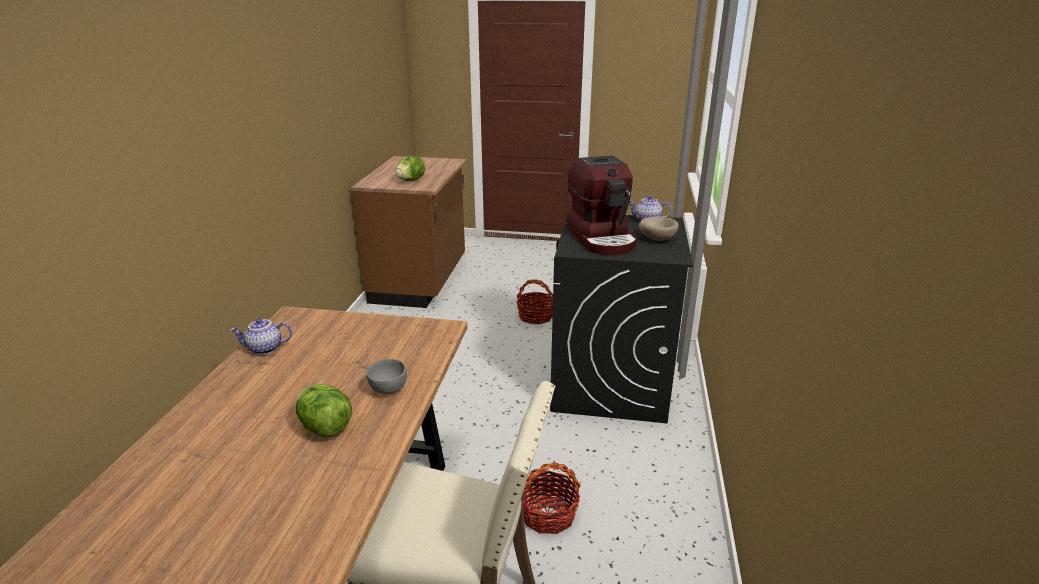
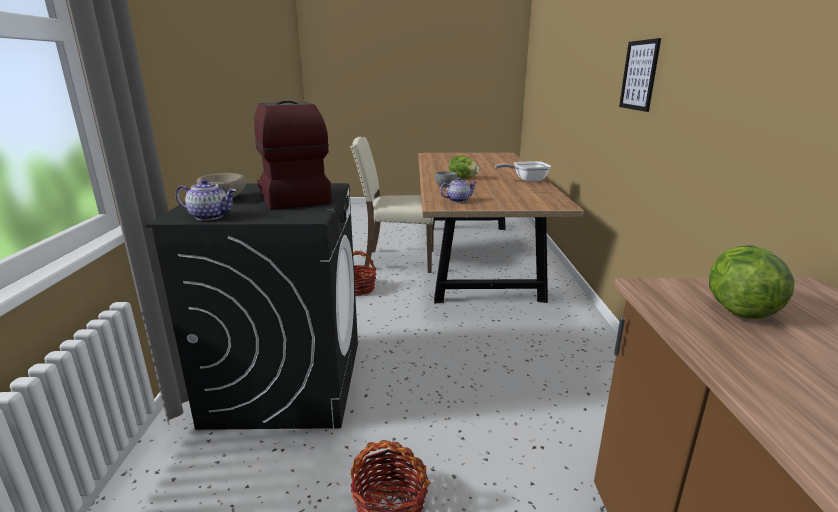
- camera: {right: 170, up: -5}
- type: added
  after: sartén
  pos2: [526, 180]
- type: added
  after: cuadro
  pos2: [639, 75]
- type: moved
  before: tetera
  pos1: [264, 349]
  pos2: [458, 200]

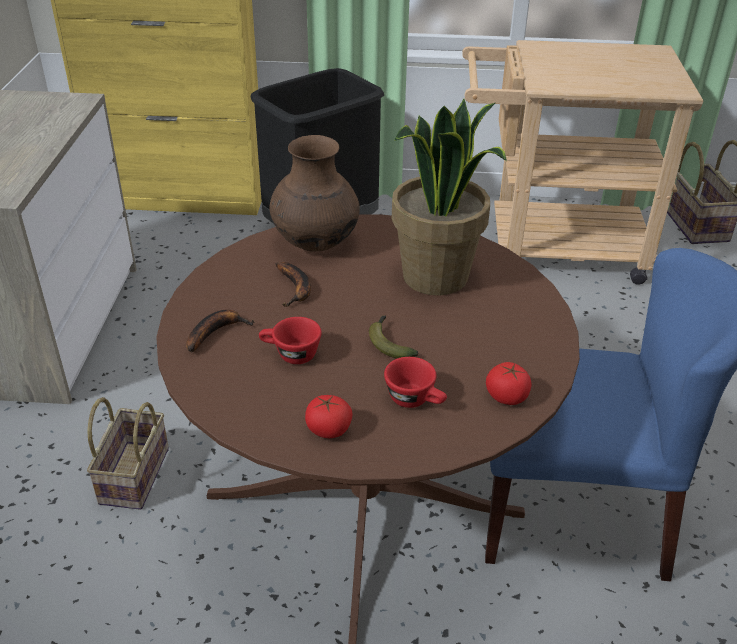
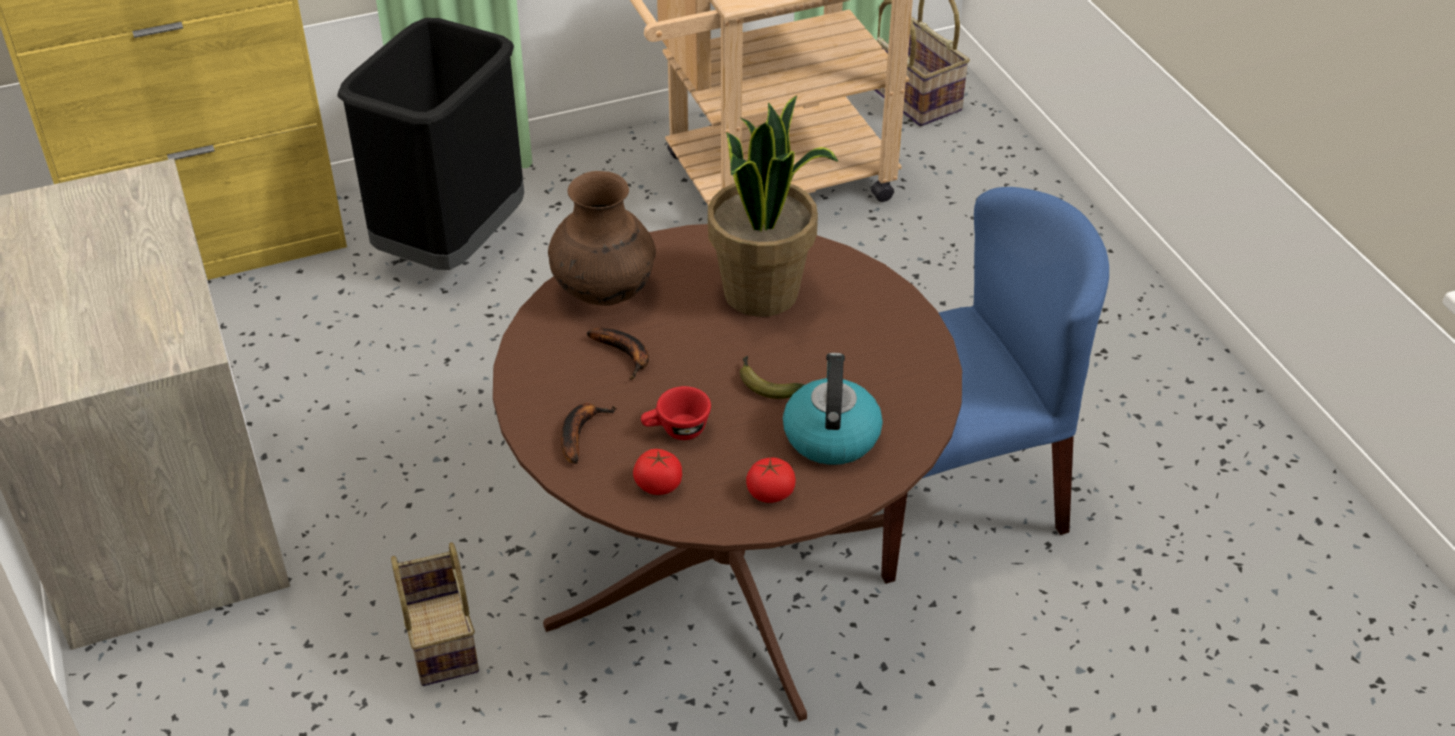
- camera: {right: -25, up: 5}
- type: moved
  before: tomate
  pos1: [507, 396]
  pos2: [658, 485]
- type: replaced
  before: taza [rojo]
  after: hervidor
  pos1: [415, 400]
  pos2: [830, 435]

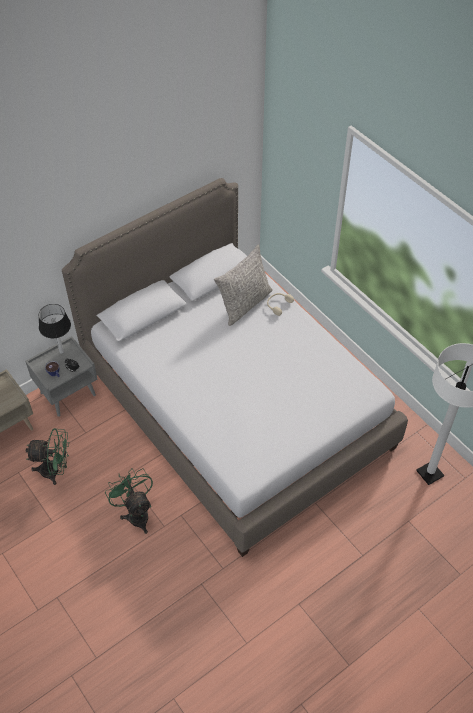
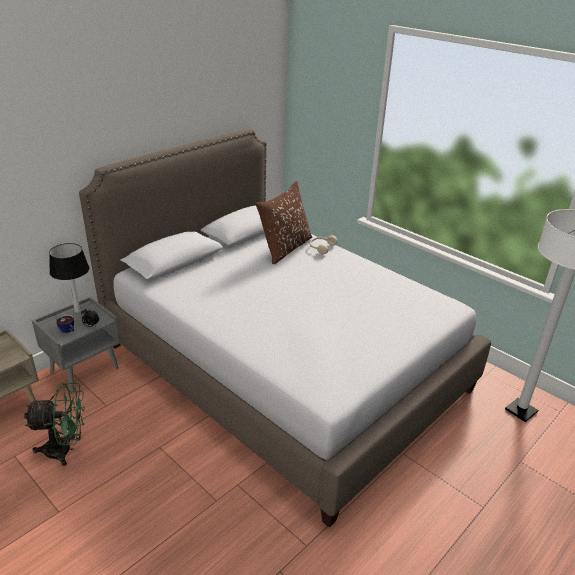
- camera: {right: -10, up: -20}
- type: removed
  before: ventilador [verde]
  pos1: [136, 513]
- type: recoloured
  before: cojín [gris]
  after: cojín [marrón]
  pos1: [244, 304]
  pos2: [285, 248]

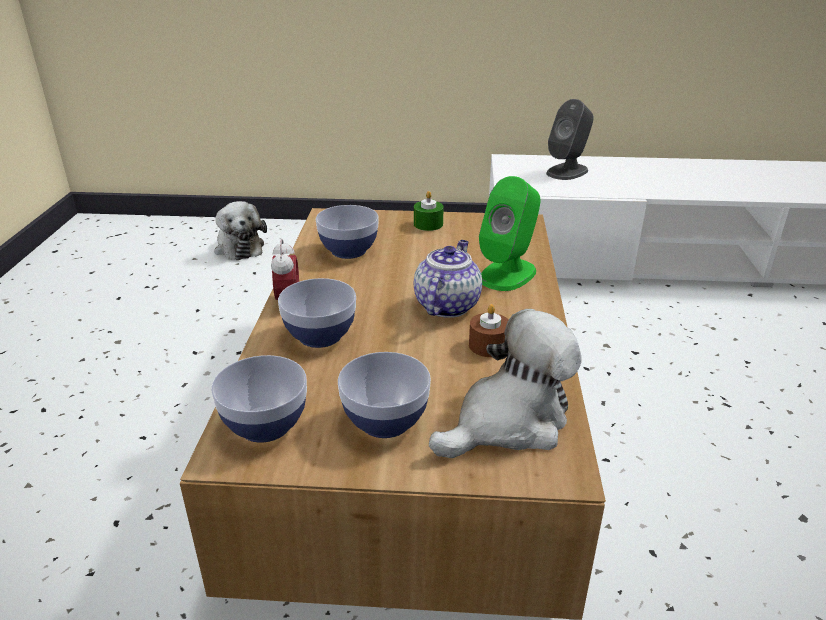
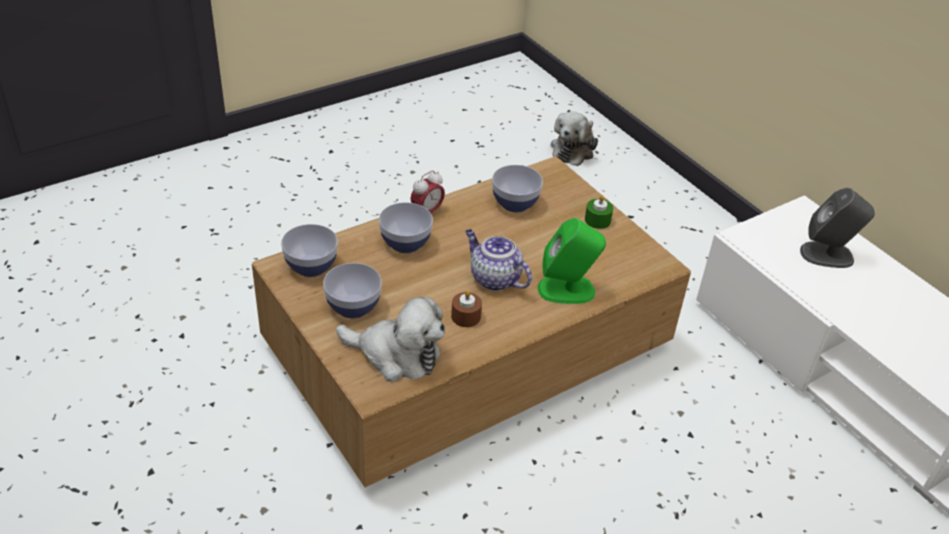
- camera: {right: 50, up: 10}
- type: turned
  before: tetera
  pos1: [446, 305]
  pos2: [494, 278]
  turn: -120

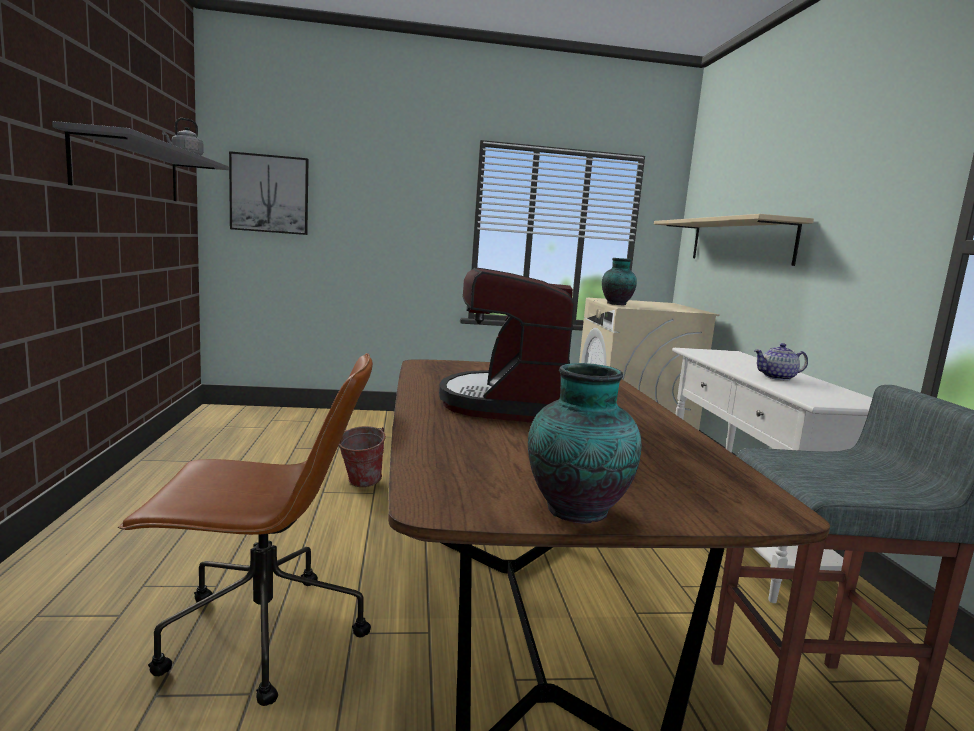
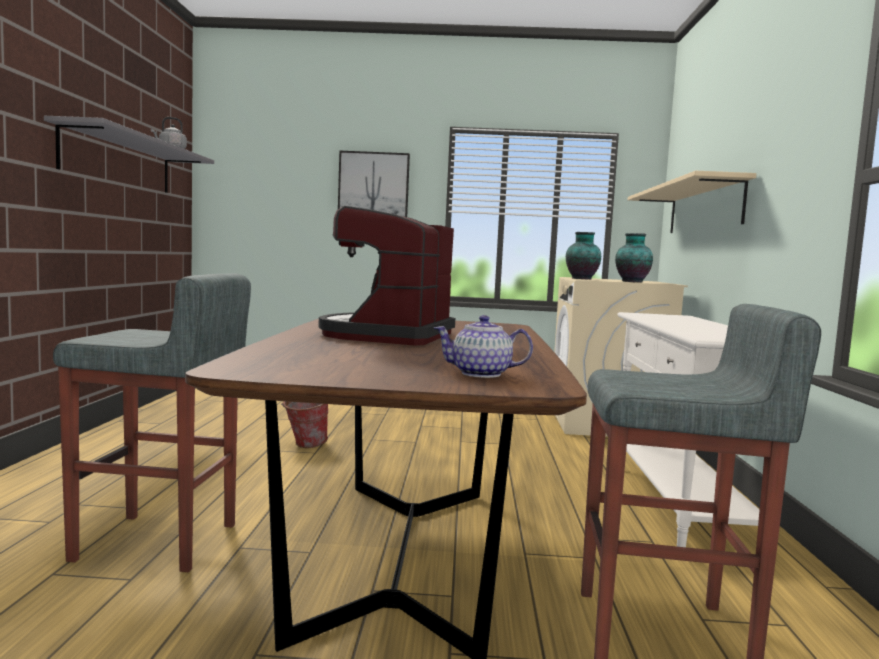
- camera: {right: 10, up: -5}
- type: moved
  before: cuadro
  pos1: [269, 194]
  pos2: [373, 188]
- type: moved
  before: florero
  pos1: [575, 511]
  pos2: [631, 281]
- type: moved
  before: tetera
  pos1: [778, 377]
  pos2: [481, 374]
- type: replaced
  before: silla de oficina [marrón]
  after: taburete [gris]
  pos1: [259, 635]
  pos2: [158, 543]

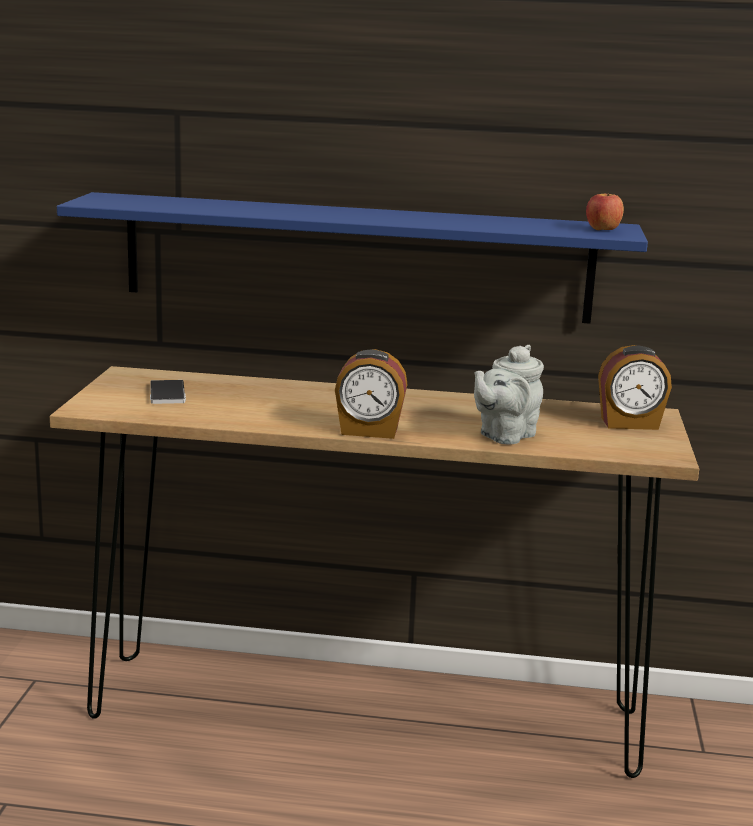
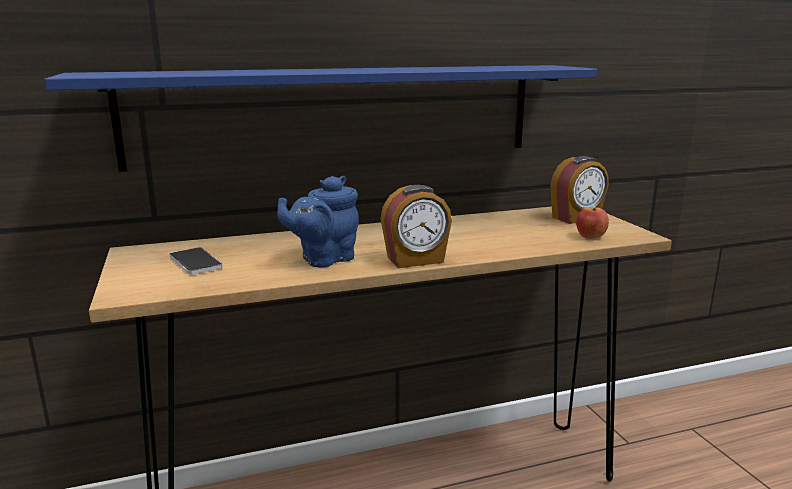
- camera: {right: -25, up: 0}
- type: removed
  before: tetera [gris]
  pos1: [504, 436]
- type: added
  after: tetera [azul]
  pos2: [324, 259]
- type: moved
  before: manzana
  pos1: [602, 229]
  pos2: [590, 237]

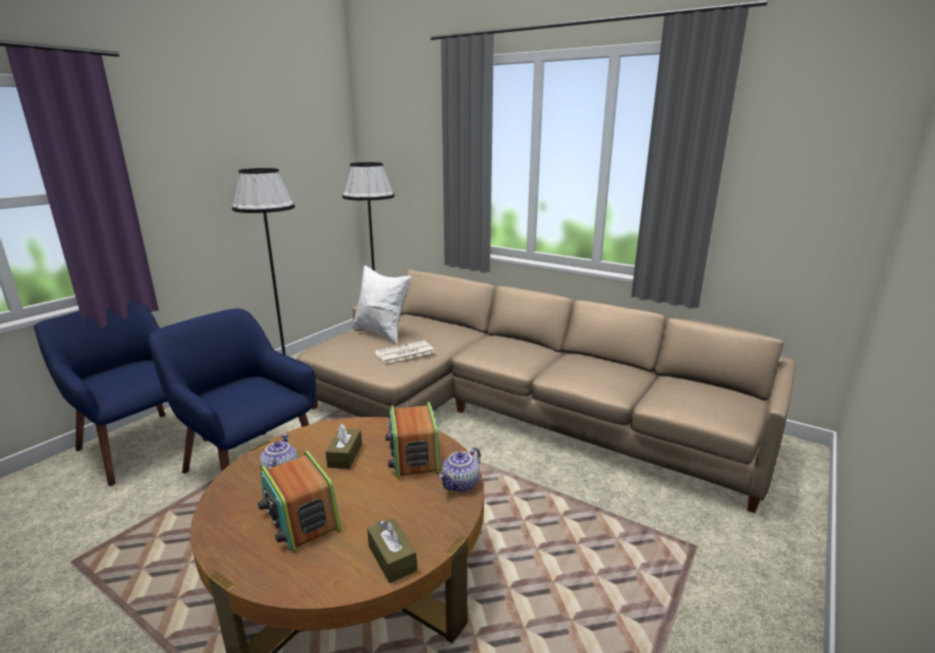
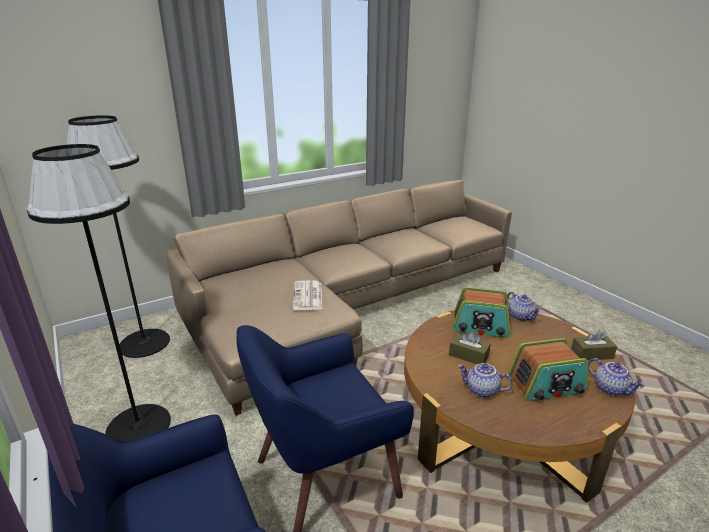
- camera: {right: -65, up: 5}
- type: removed
  before: cojín [blanco]
  pos1: [381, 333]
- type: added
  after: tetera
  pos2: [611, 389]

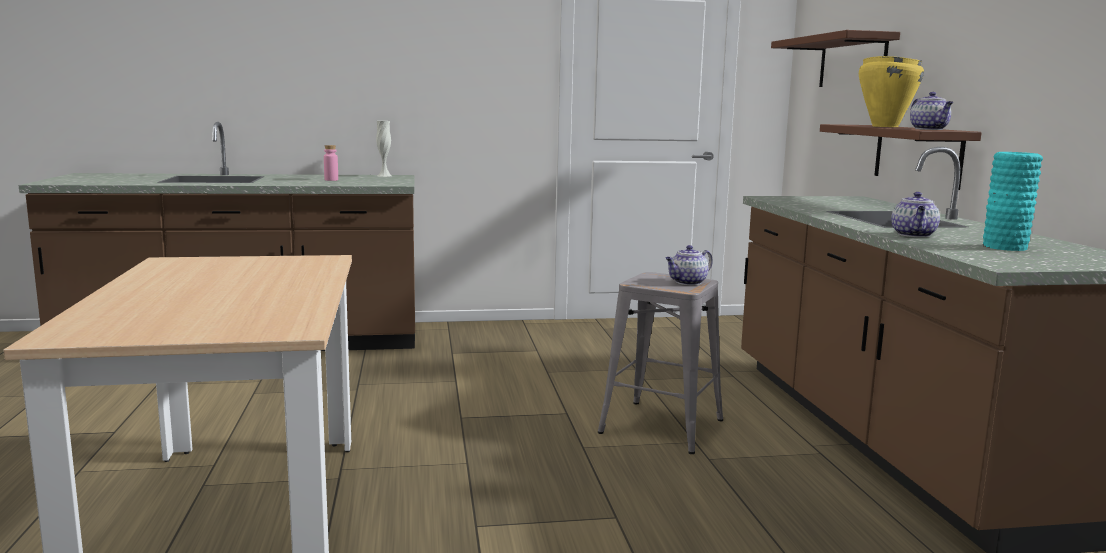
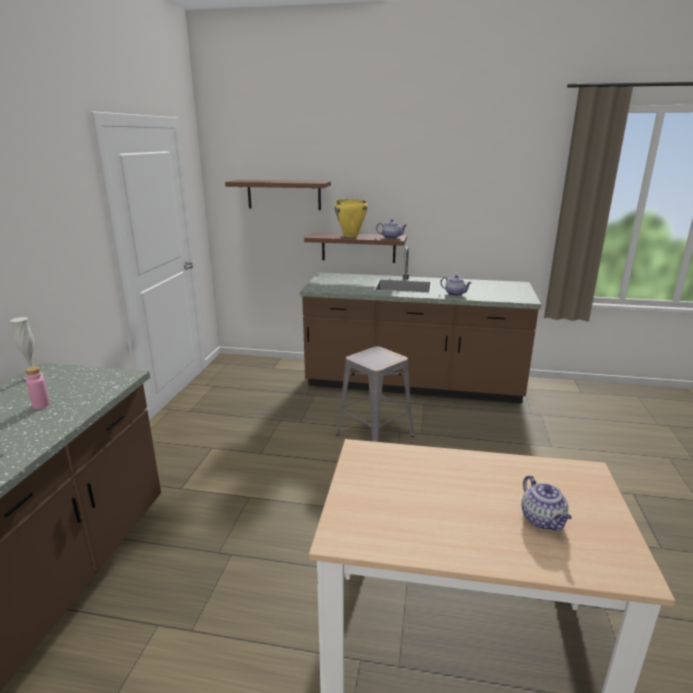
- camera: {right: -70, up: 10}
- type: removed
  before: florero [turquesa]
  pos1: [1005, 247]
- type: moved
  before: tetera
  pos1: [687, 282]
  pos2: [543, 520]

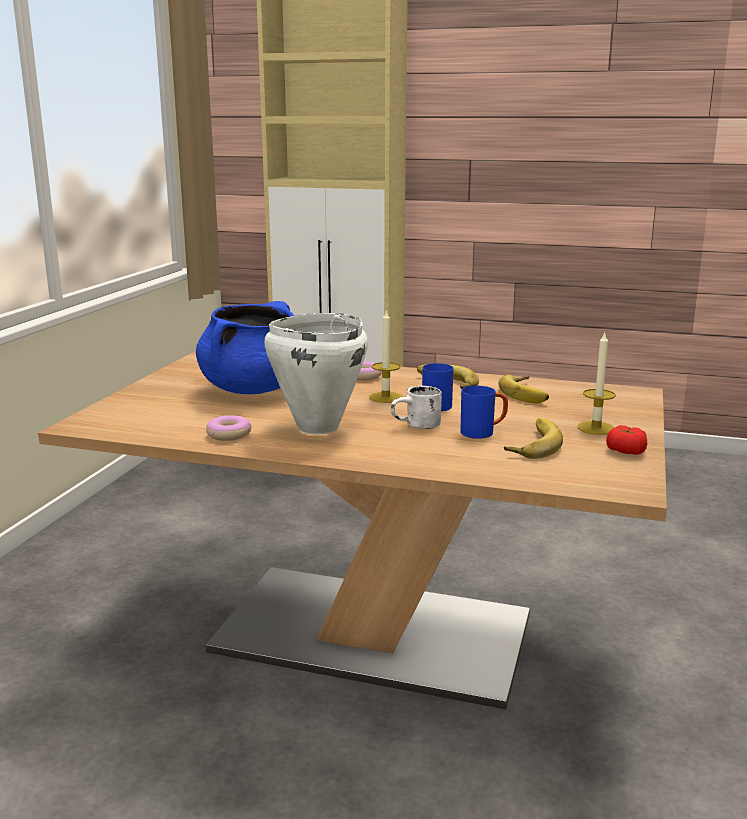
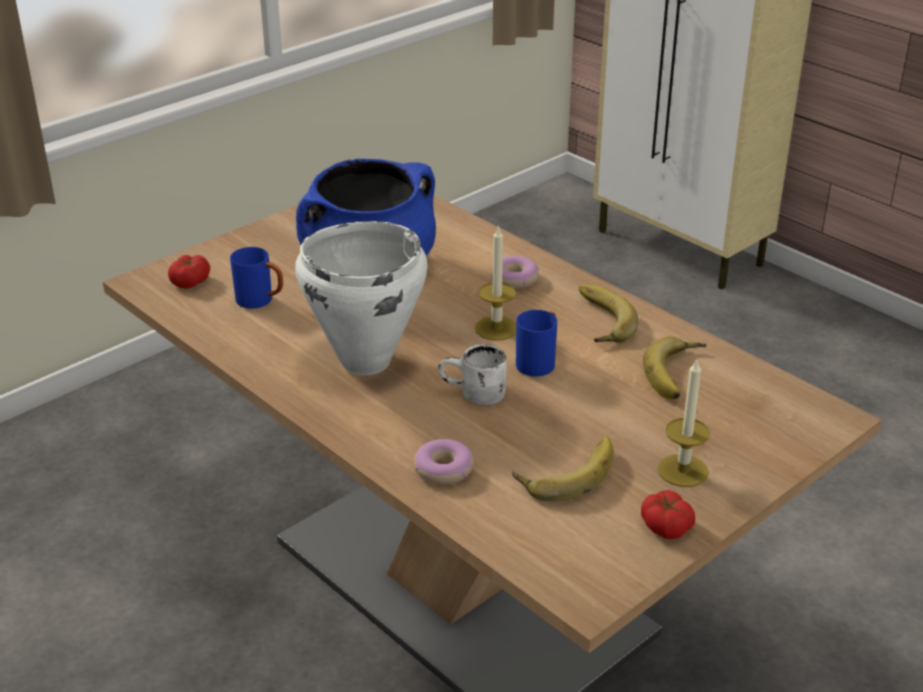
- camera: {right: 30, up: 15}
- type: added
  after: tomate
  pos2: [191, 281]
- type: moved
  before: rosquilla
  pos1: [229, 435]
  pos2: [443, 469]
- type: moved
  before: taza grande [azul]
  pos1: [483, 433]
  pos2: [261, 301]

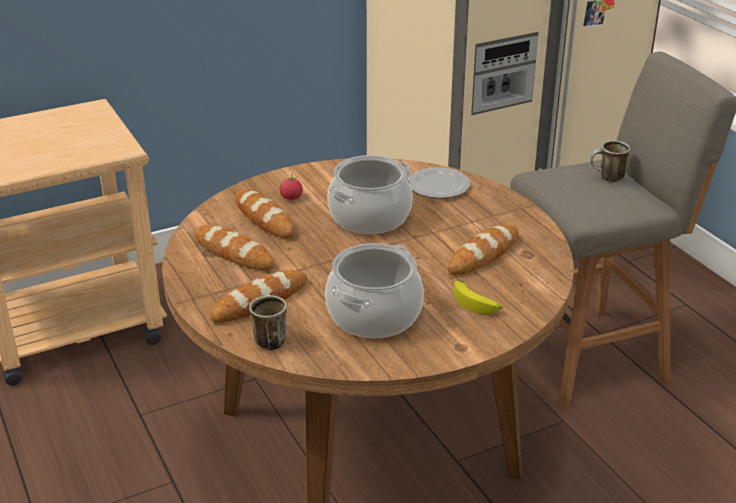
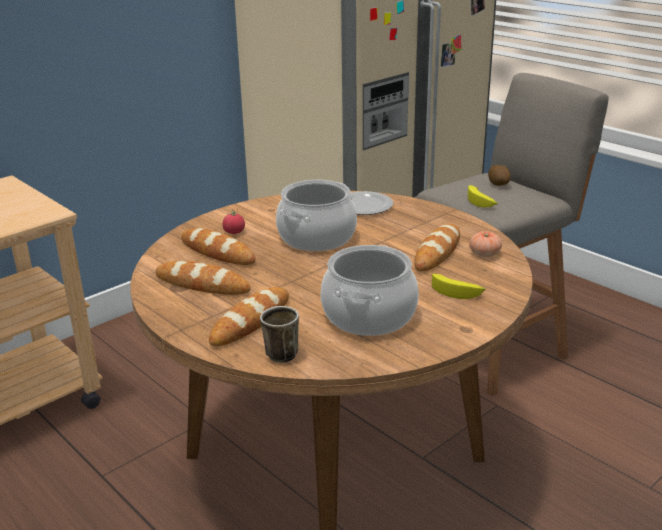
- camera: {right: -15, up: -5}
- type: added
  after: plátano
  pos2: [481, 202]
- type: added
  after: tomate
  pos2: [484, 254]
- type: replaced
  before: taza grande
  after: patata
  pos1: [607, 178]
  pos2: [499, 184]

